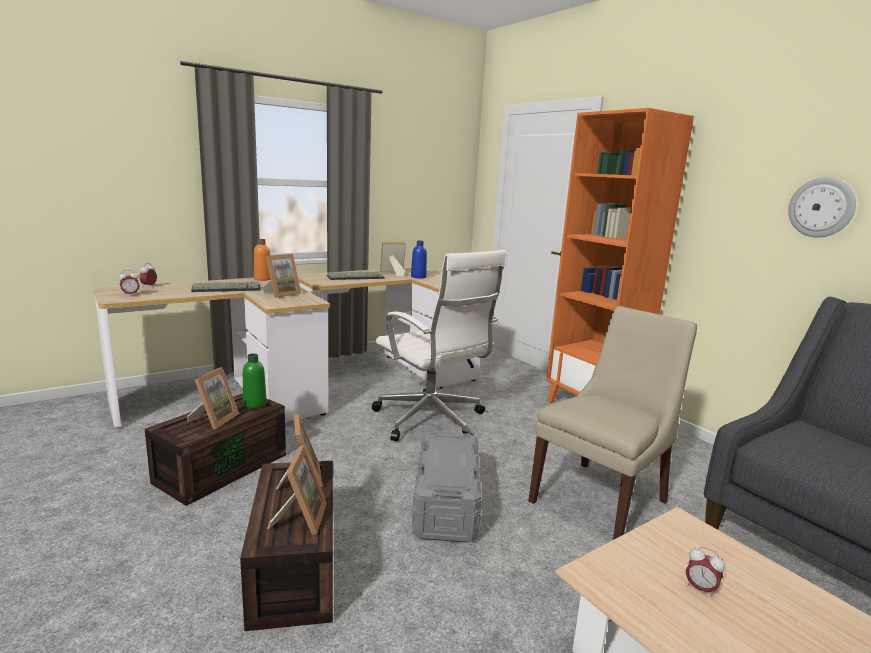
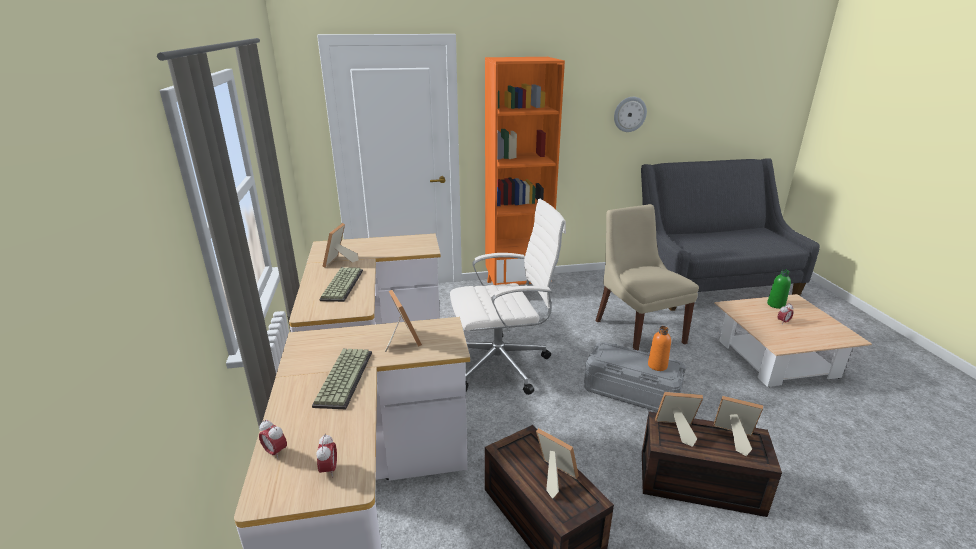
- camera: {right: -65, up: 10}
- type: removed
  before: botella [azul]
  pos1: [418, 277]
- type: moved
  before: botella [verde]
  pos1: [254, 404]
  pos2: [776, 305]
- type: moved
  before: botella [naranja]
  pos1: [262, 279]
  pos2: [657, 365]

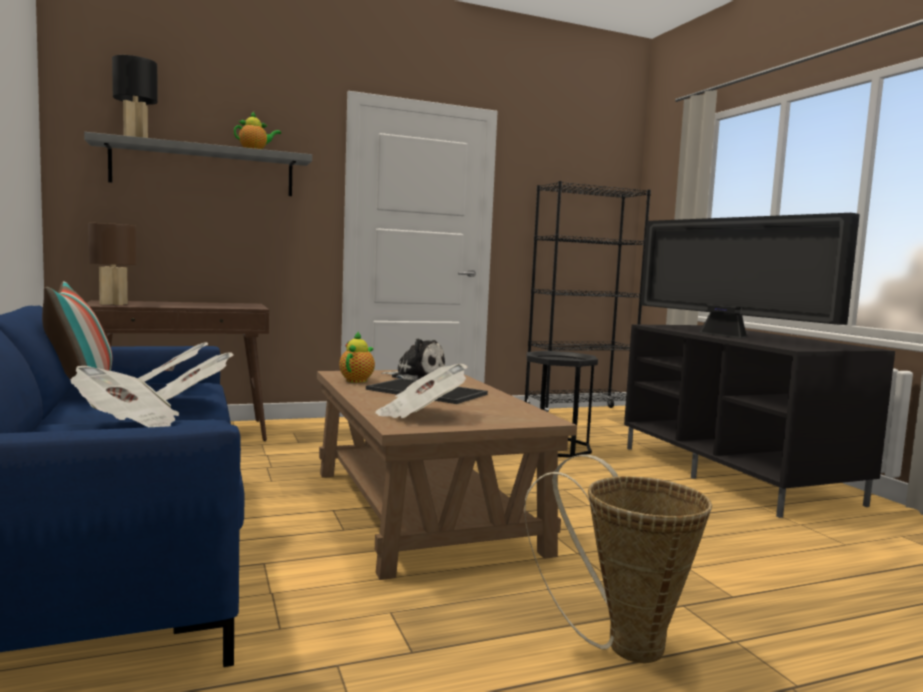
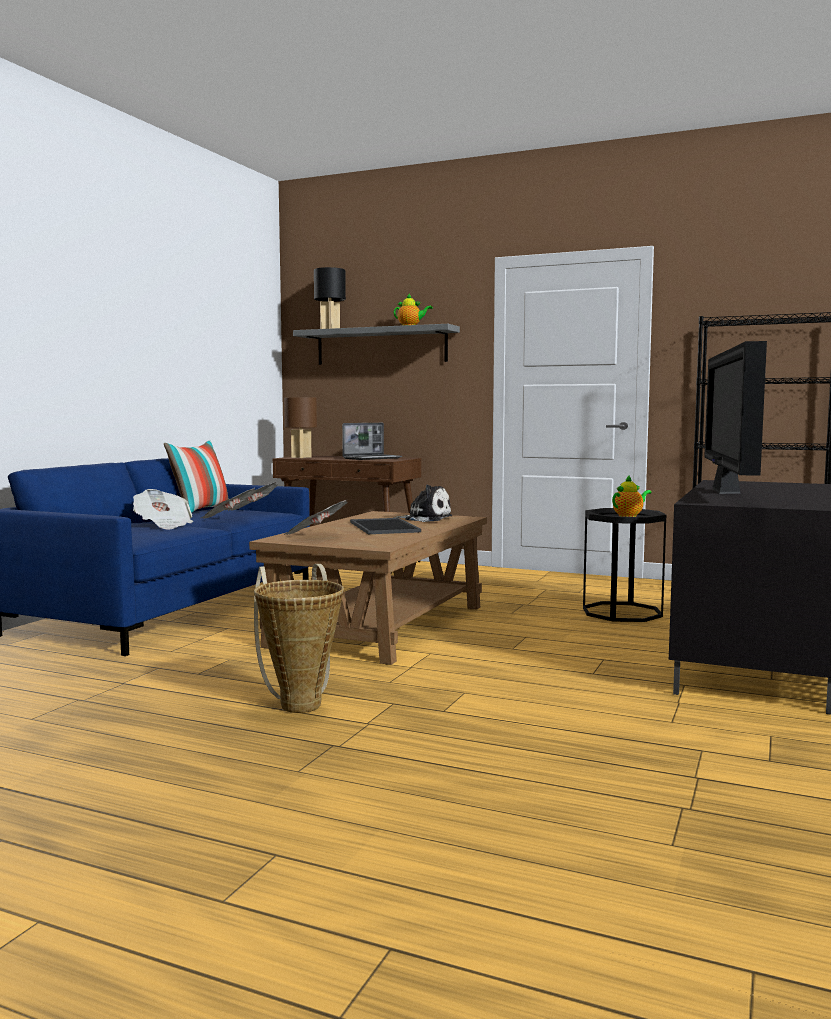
- camera: {right: 45, up: 0}
- type: added
  after: portátil
  pos2: [372, 458]
- type: moved
  before: tetera
  pos1: [357, 380]
  pos2: [629, 516]
- type: turned
  before: peluche
  pos1: [416, 377]
  pos2: [426, 519]
  turn: -45

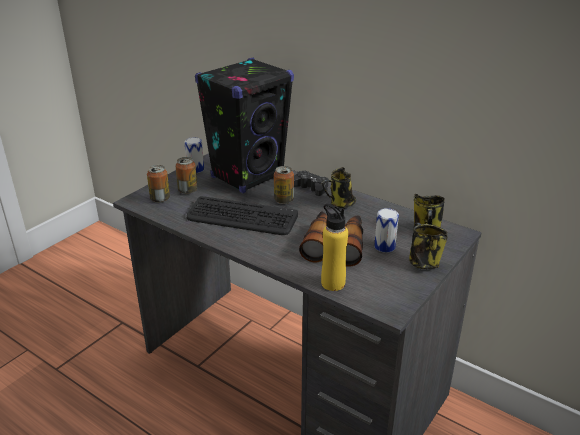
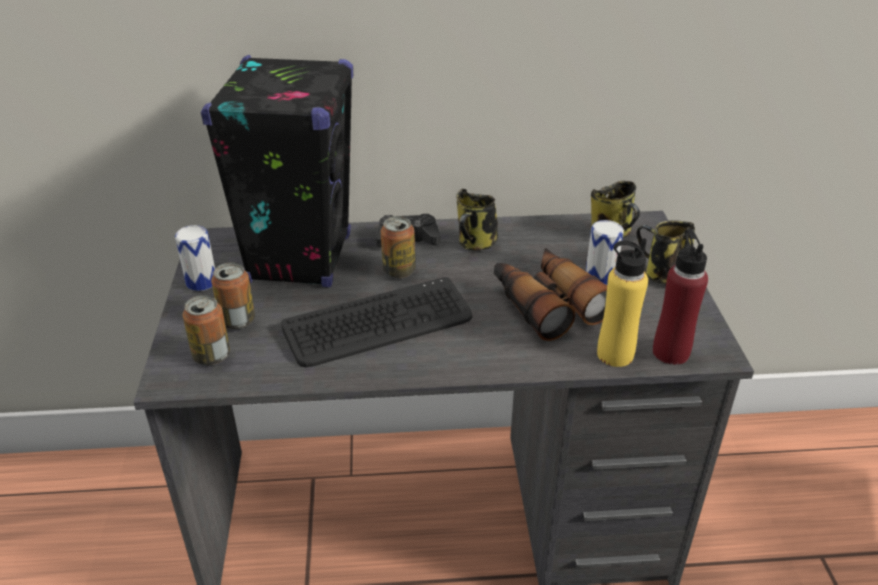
- camera: {right: -40, up: 5}
- type: added
  after: botella [rojo]
  pos2: [670, 352]

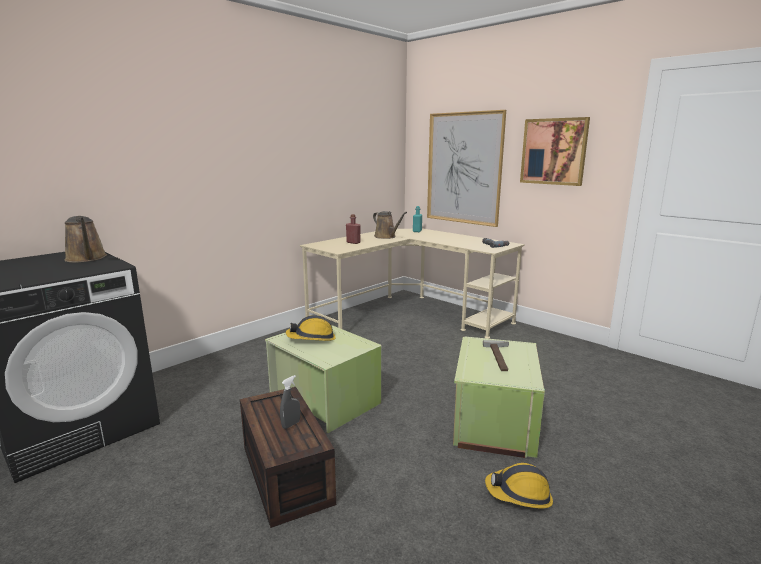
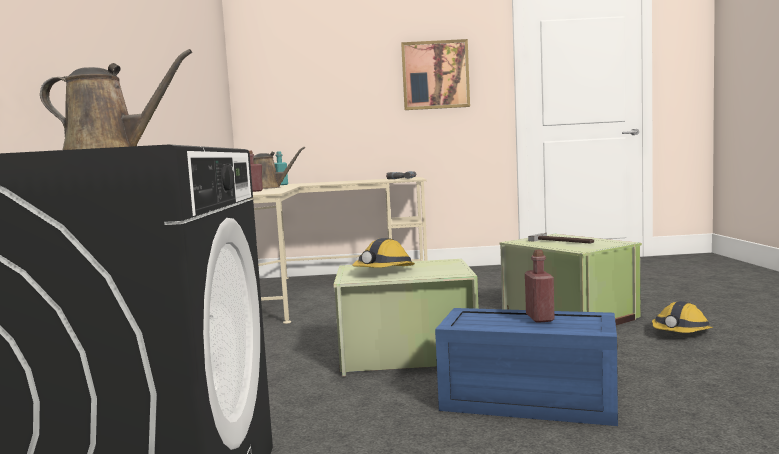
- camera: {right: -45, up: -10}
- type: removed
  before: cuadro
  pos1: [464, 168]
- type: replaced
  before: pulverizador [gris]
  after: botella [rojo]
  pos1: [291, 424]
  pos2: [539, 318]
- type: recoloured
  before: caja de almacenaje [marrón]
  after: caja de almacenaje [azul]
  pos1: [284, 473]
  pos2: [525, 401]

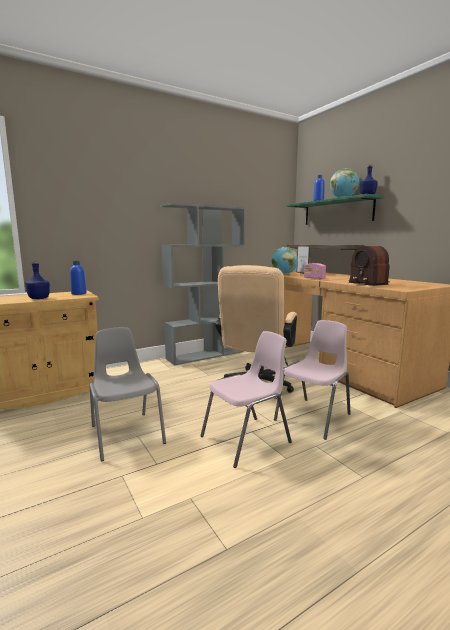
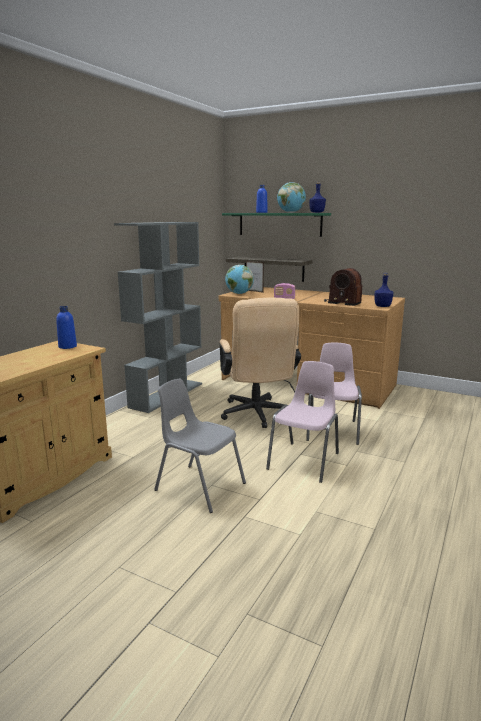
- camera: {right: -30, up: 5}
- type: moved
  before: botella [azul]
  pos1: [39, 298]
  pos2: [383, 306]

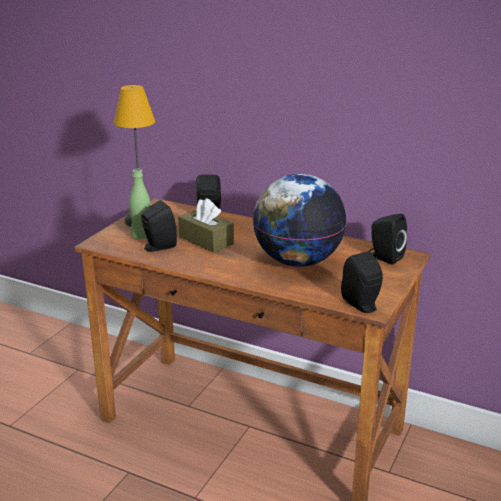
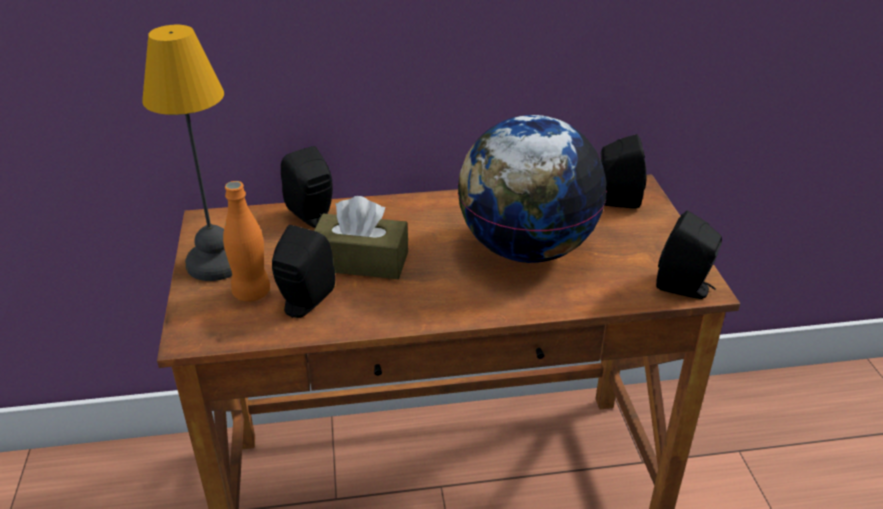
- camera: {right: -35, up: 10}
- type: recoloured
  before: botella [verde]
  after: botella [naranja]
  pos1: [141, 236]
  pos2: [252, 292]

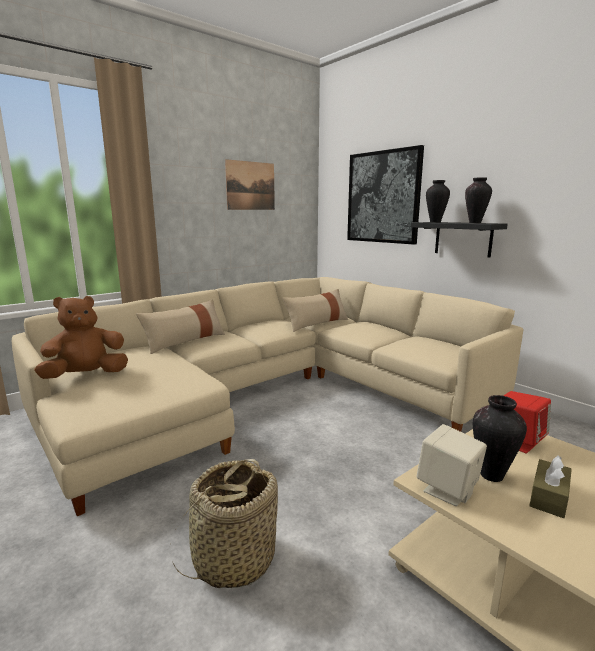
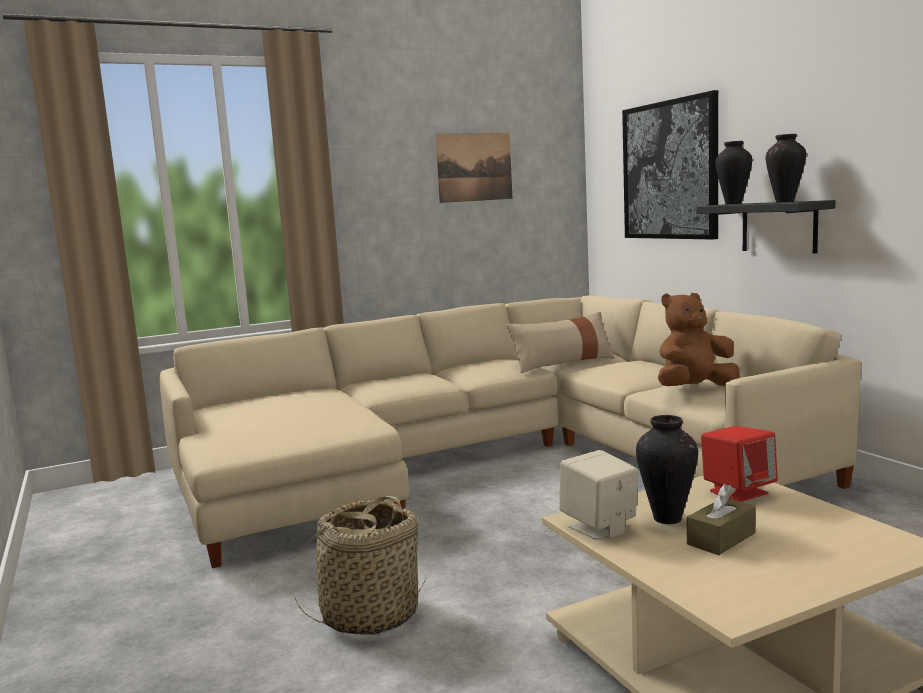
- camera: {right: 15, up: -5}
- type: removed
  before: cojín [beis]
  pos1: [185, 341]
- type: moved
  before: peluche [marrón]
  pos1: [86, 376]
  pos2: [694, 389]

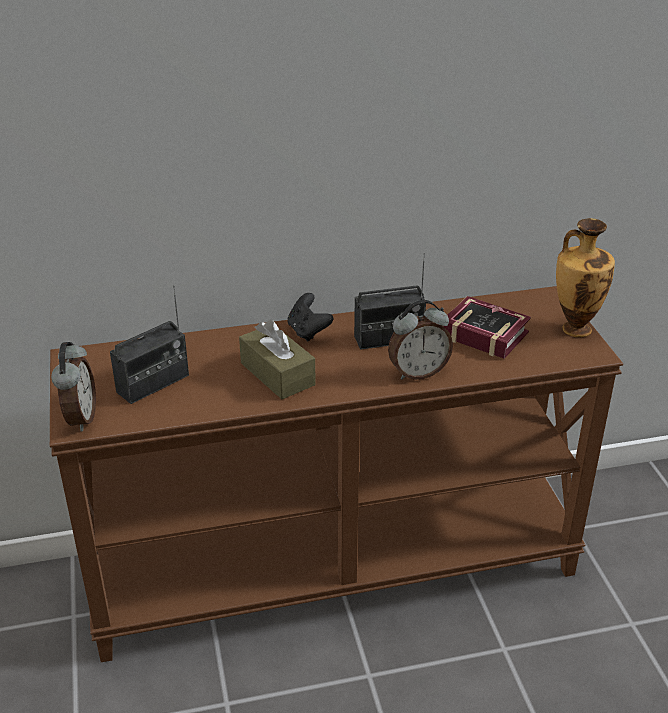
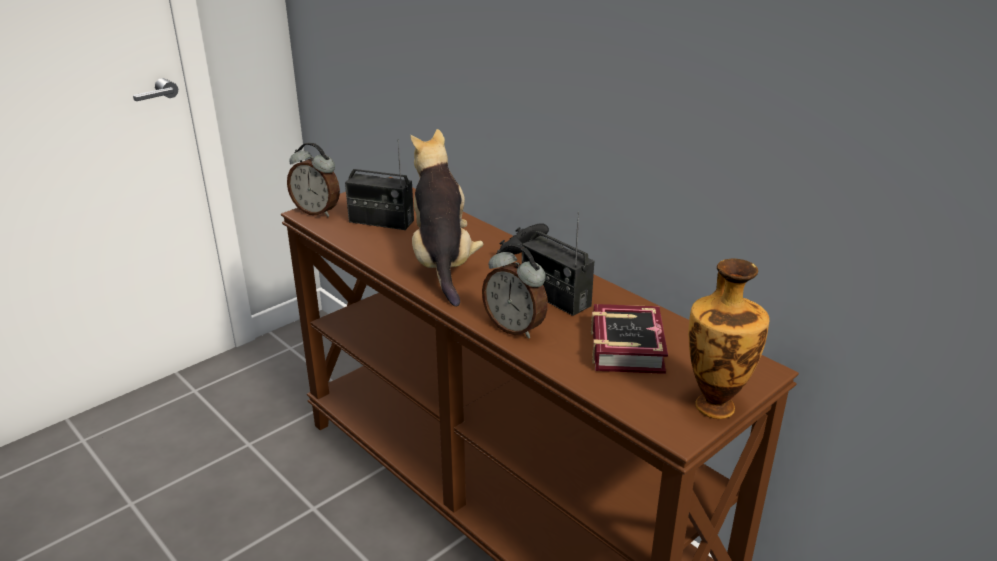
- camera: {right: 60, up: -5}
- type: replaced
  before: caja de pañuelos [marrón]
  after: peluche
  pos1: [277, 374]
  pos2: [443, 263]
- type: turned
  before: despertador
  pos1: [80, 418]
  pos2: [317, 211]
  turn: 60

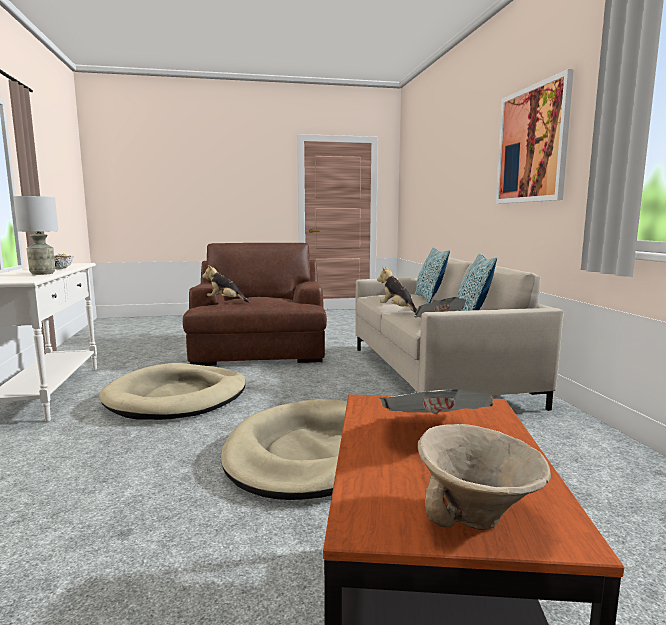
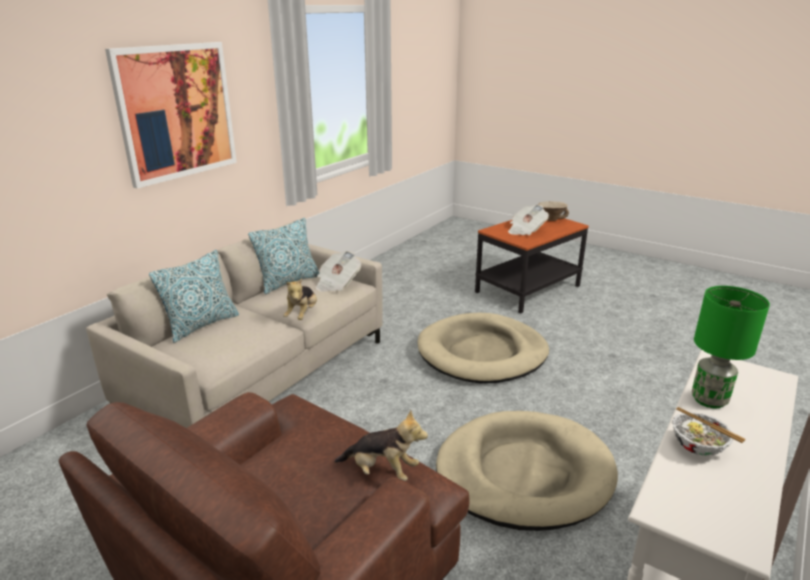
- camera: {right: -135, up: 15}
- type: recoloured
  before: lámpara de mesa [gris]
  after: lámpara de mesa [verde]
  pos1: [42, 273]
  pos2: [709, 399]
- type: turned
  before: peluche
  pos1: [225, 301]
  pos2: [381, 471]
  turn: -45

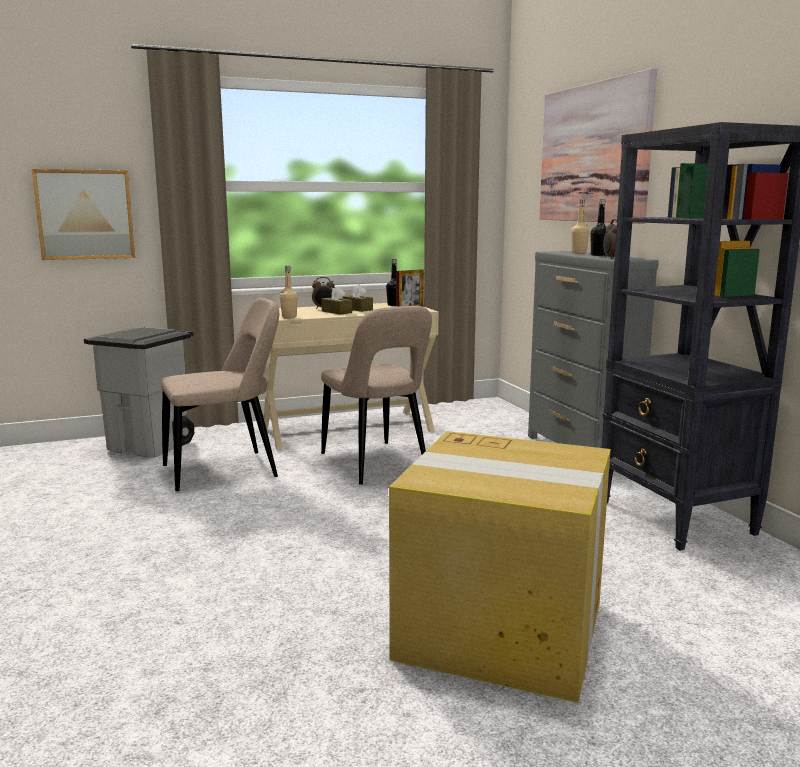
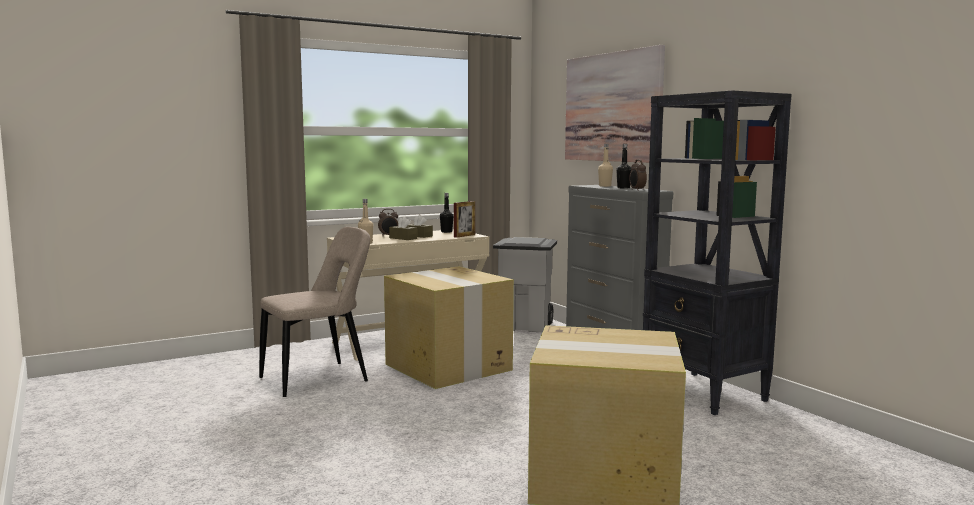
- camera: {right: -10, up: -5}
- type: removed
  before: cuadro
  pos1: [85, 214]
- type: moved
  before: papelera [gris]
  pos1: [151, 446]
  pos2: [526, 326]
- type: replaced
  before: silla [beis]
  after: caja de cartón
  pos1: [376, 464]
  pos2: [449, 367]

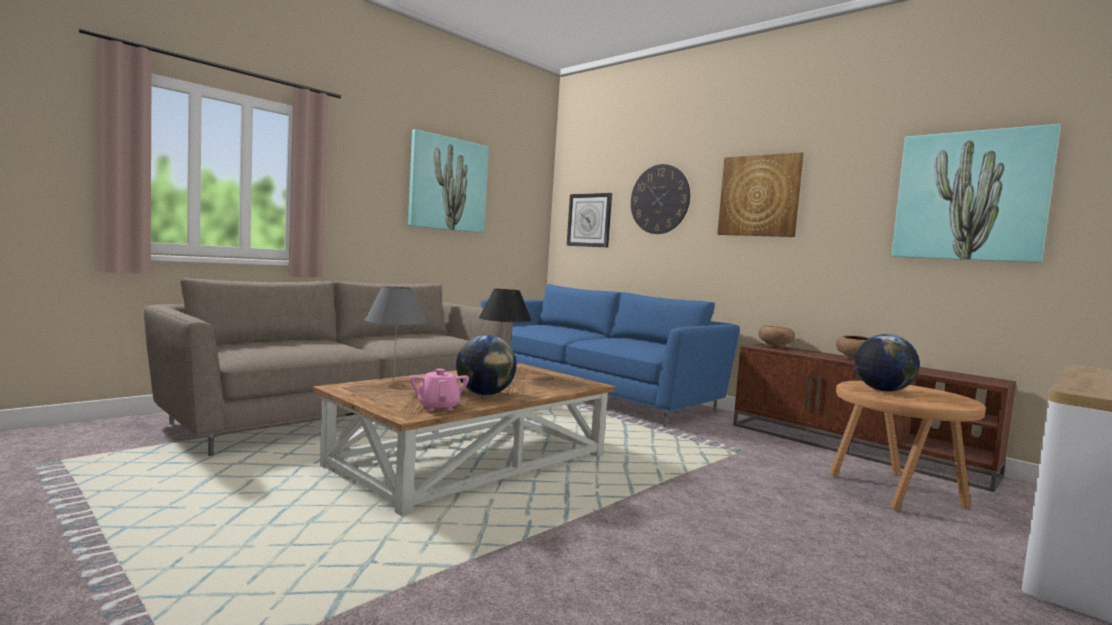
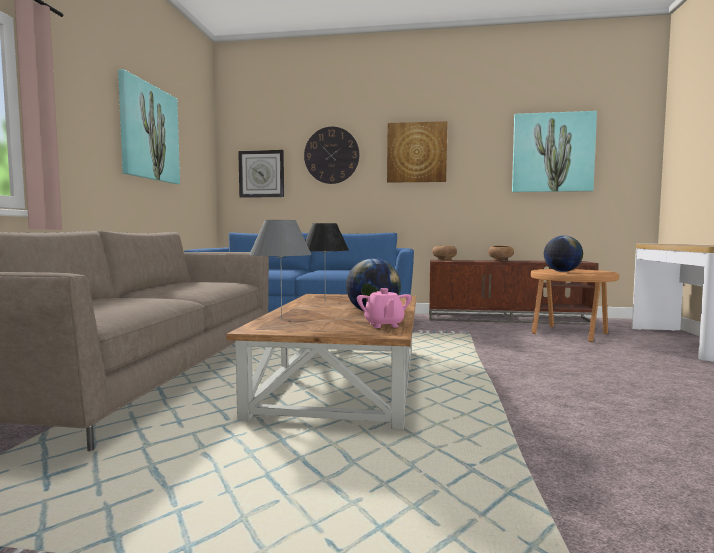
- camera: {right: -35, up: 0}
- type: turned
  before: tetera [rosa]
  pos1: [438, 407]
  pos2: [384, 325]
  turn: -135

